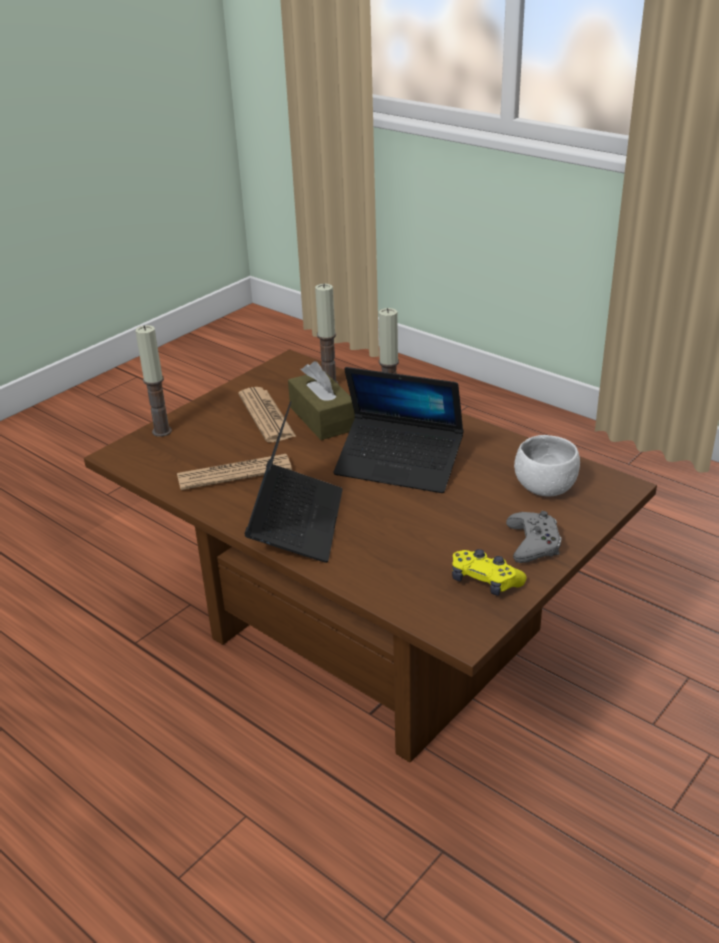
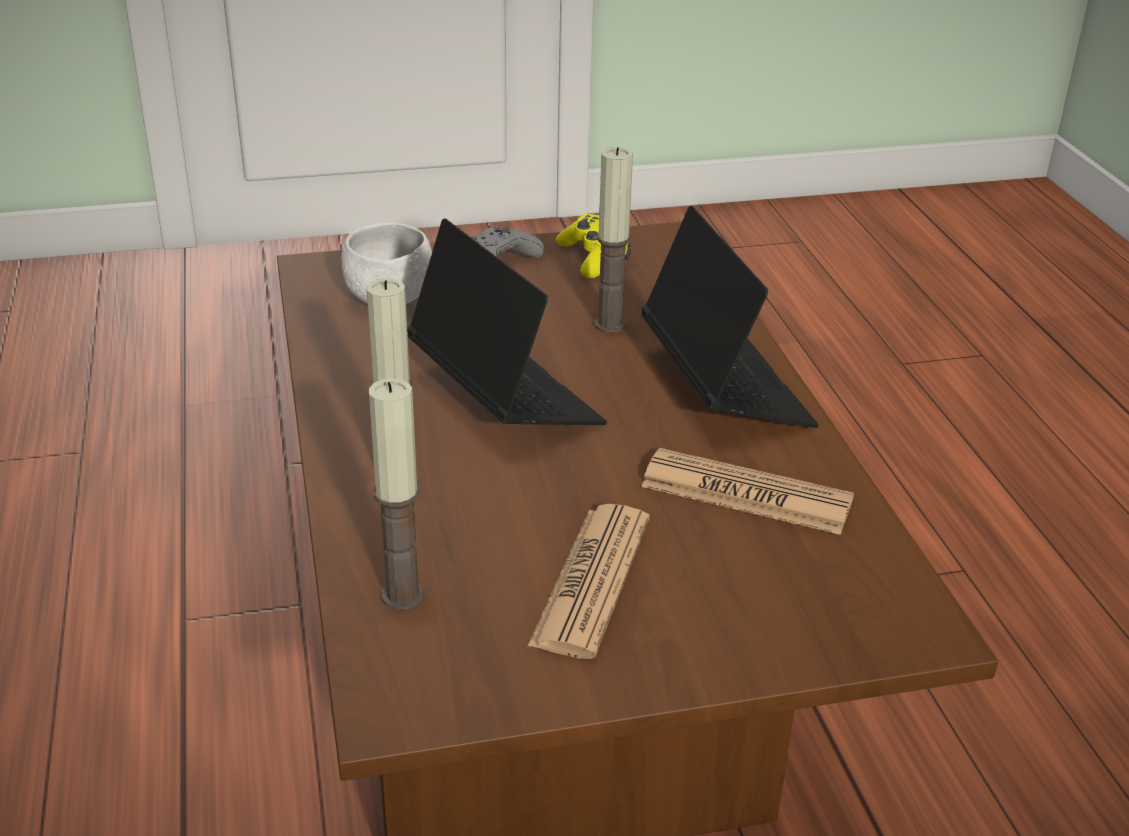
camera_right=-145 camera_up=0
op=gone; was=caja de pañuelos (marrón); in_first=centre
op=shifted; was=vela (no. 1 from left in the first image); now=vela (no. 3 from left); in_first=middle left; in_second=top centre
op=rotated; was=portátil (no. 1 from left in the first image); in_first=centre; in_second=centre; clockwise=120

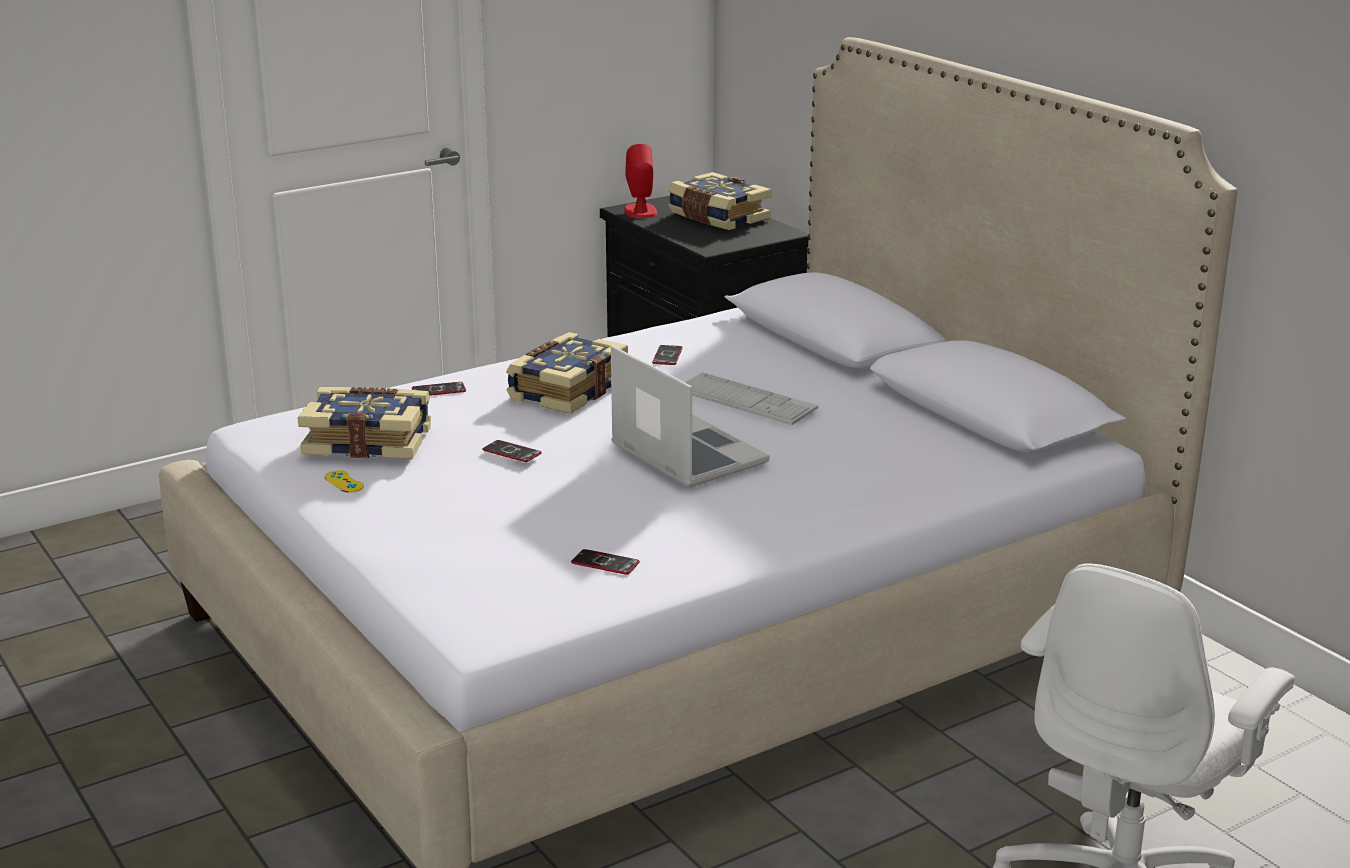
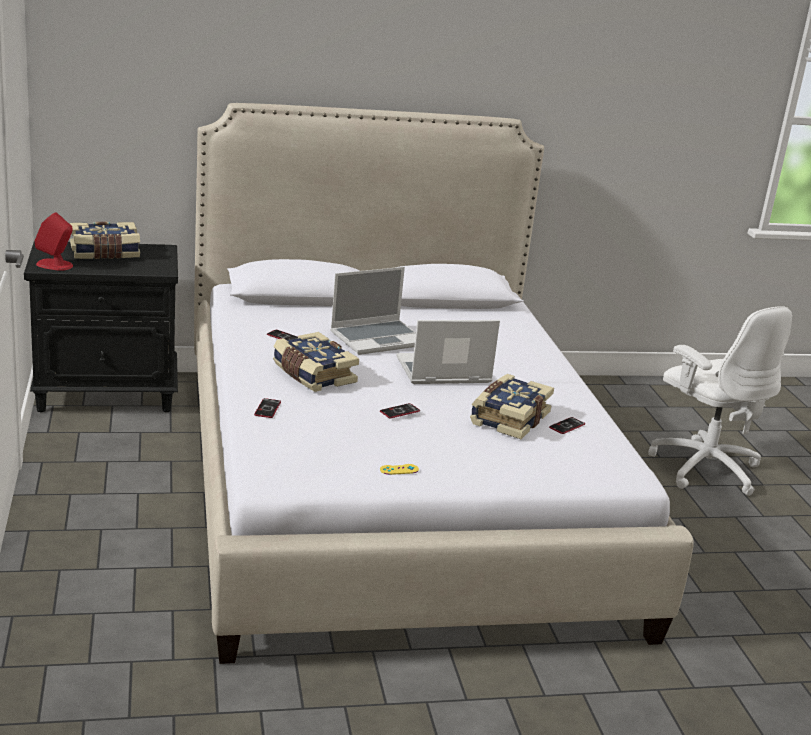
camera_right=-70 camera_up=0
op=shifted; was=libro (no. 1 from left in the first image); now=libro (no. 3 from left); in_first=middle left; in_second=centre
op=swapped; was=teclado; now=portátil (no. 1 from left); in_first=centre; in_second=centre

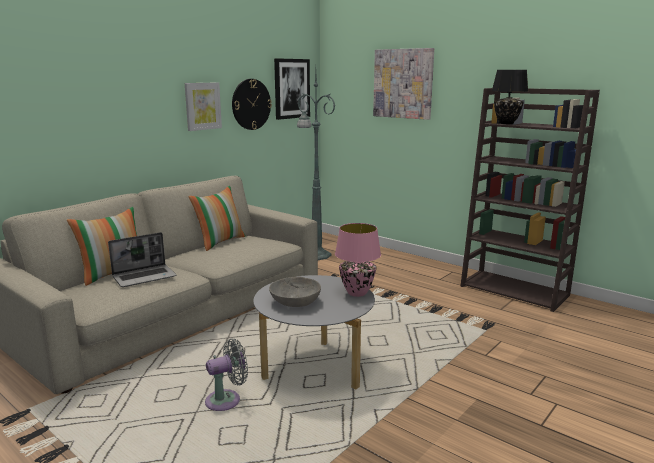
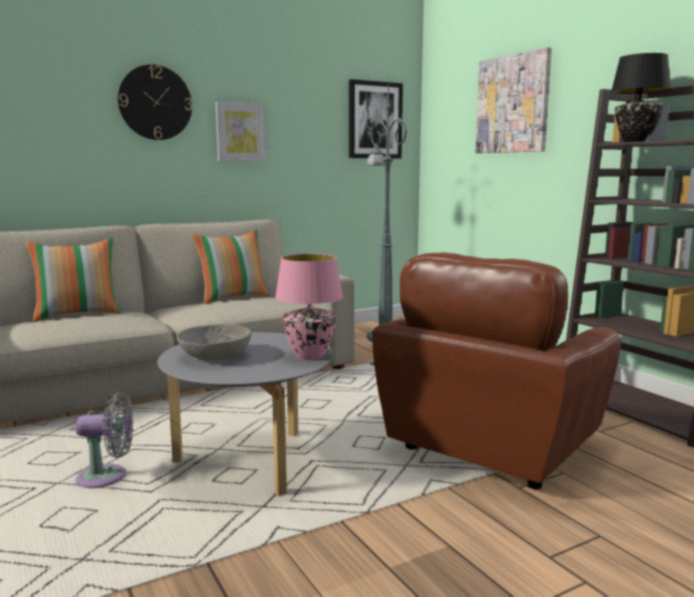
camera_right=20 camera_up=-5
op=gone; was=portátil; in_first=middle left
op=new; now=sillón (marrón); in_second=middle right
op=shifted; was=reloj de pared; in_first=top centre; in_second=top left

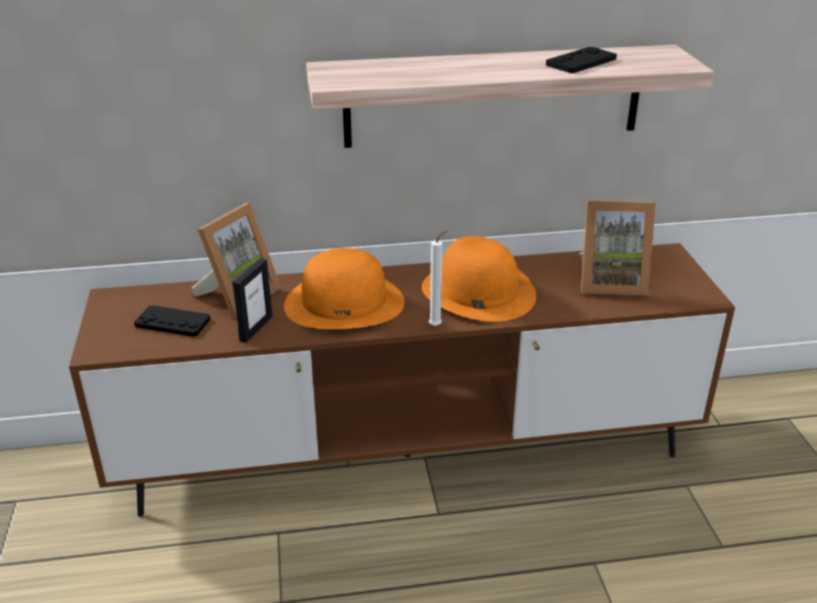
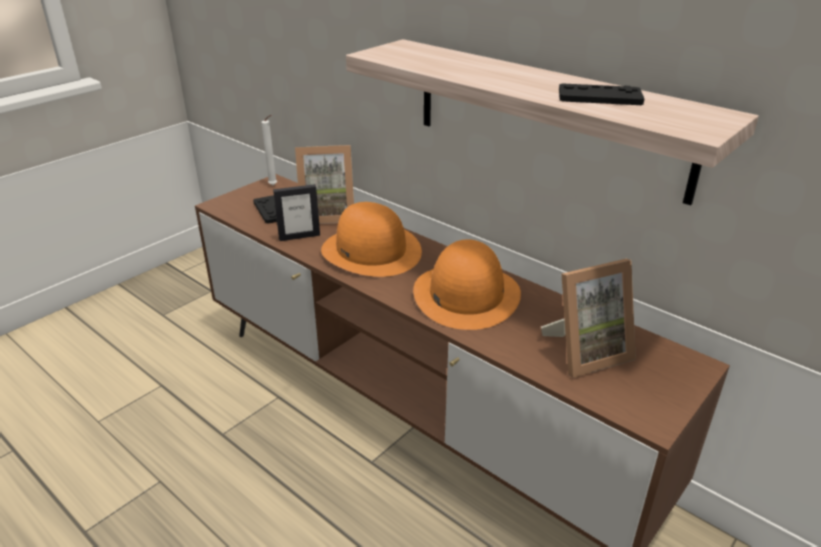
camera_right=50 camera_up=0
op=shifted; was=vela (blanco); in_first=centre; in_second=top left
op=rotated; was=portarretratos (no. 3 from left); in_first=middle right; in_second=middle right; clockwise=-75

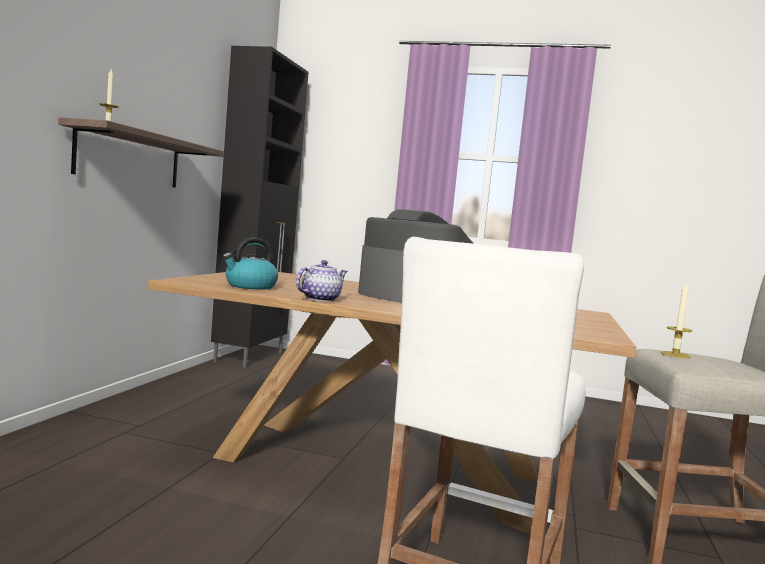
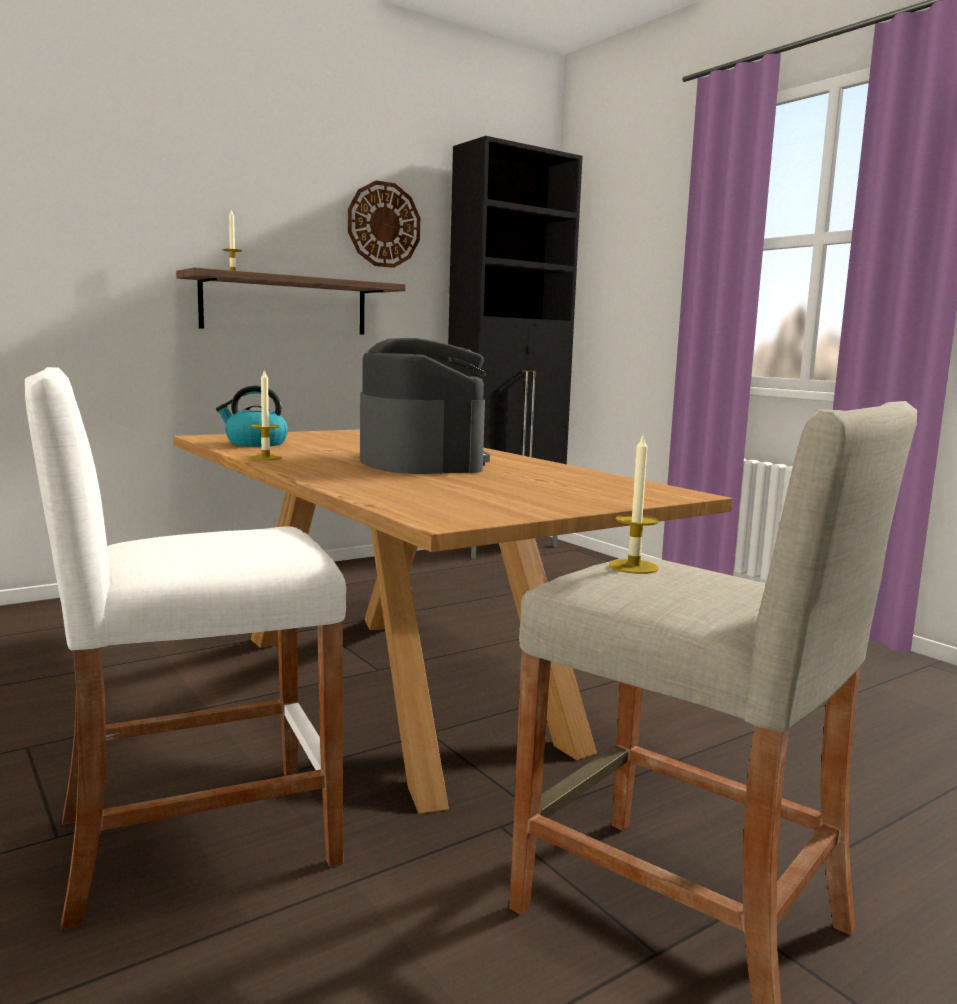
camera_right=40 camera_up=5
op=new; now=reloj de pared; in_second=top centre
op=swapped; was=tetera; now=vela (no. 2 from left); in_first=centre; in_second=middle left

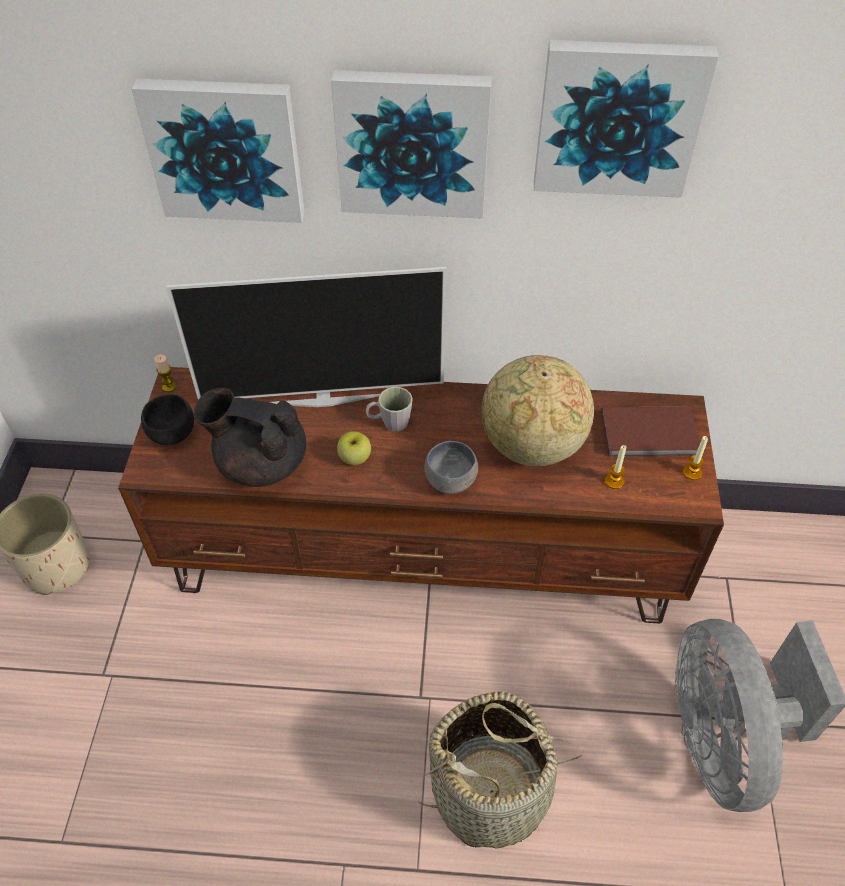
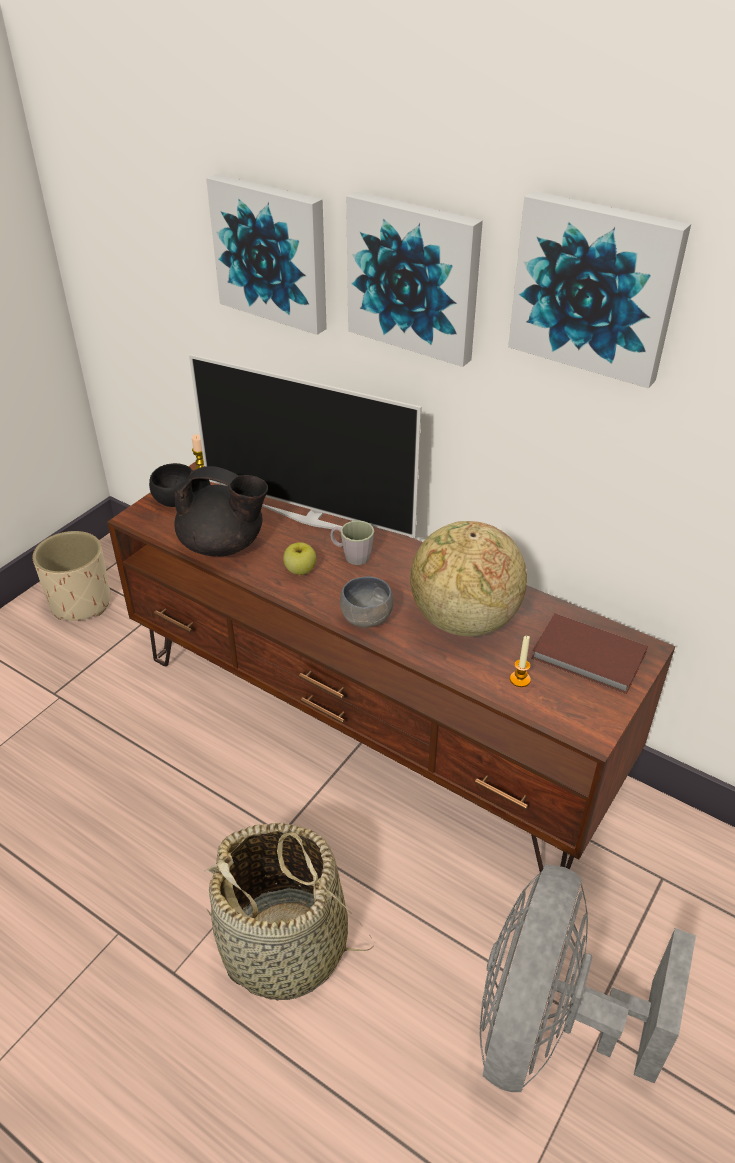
camera_right=30 camera_up=-10
op=gone; was=vela (no. 3 from left); in_first=middle right
op=rotated; was=tetera (negro); in_first=middle left; in_second=middle left; clockwise=150

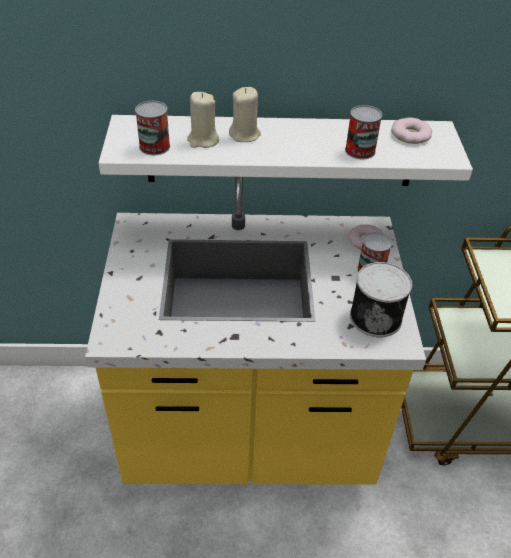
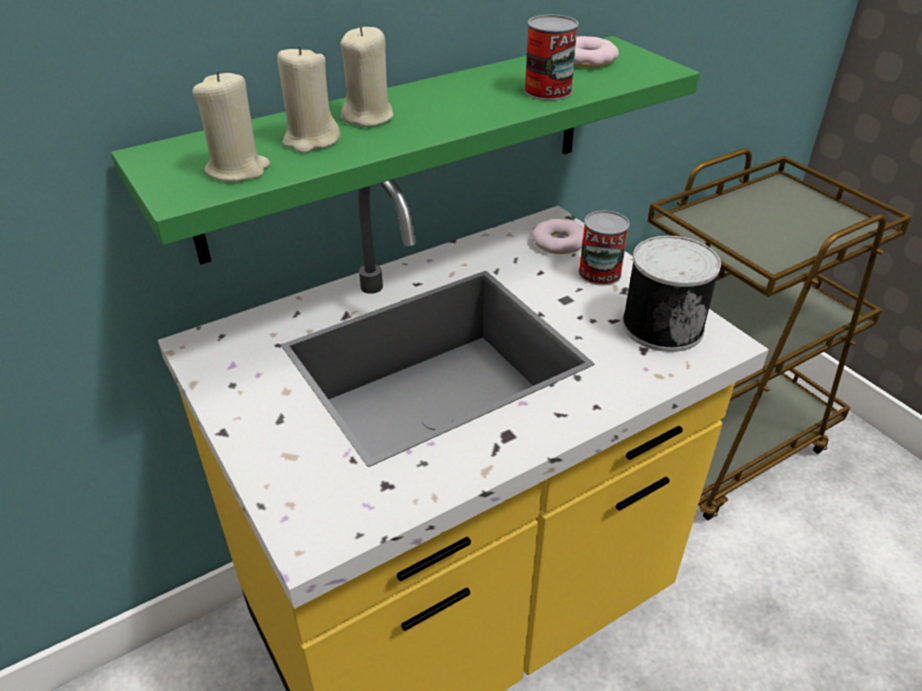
camera_right=-30 camera_up=-5
op=swapped; was=lata (no. 1 from left); now=vela (beis) (no. 1 from left); in_first=top left; in_second=top left
op=repainted; was=estante (blanco); now=estante (verde); in_first=top centre; in_second=top centre

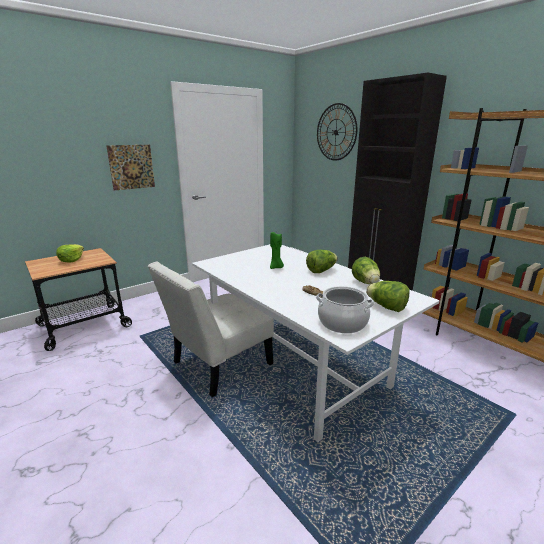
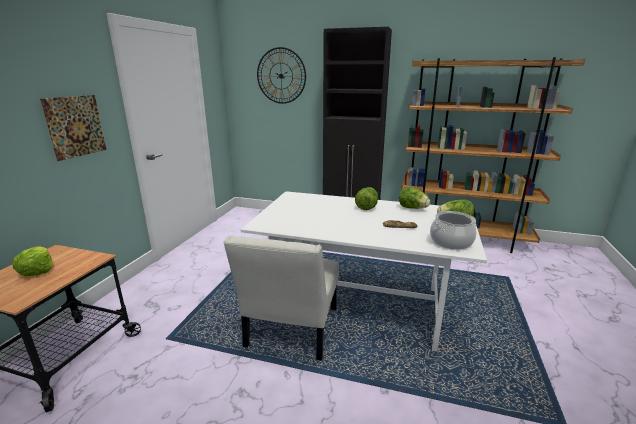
camera_right=-35 camera_up=0
op=gone; was=vela (verde); in_first=centre

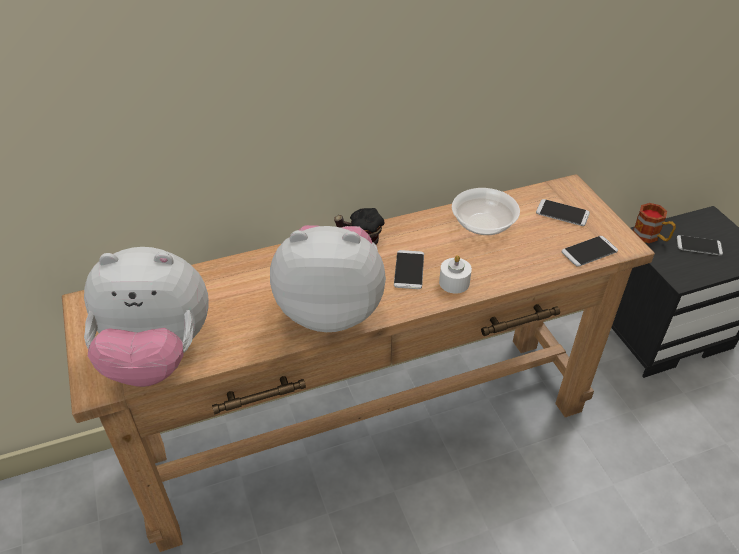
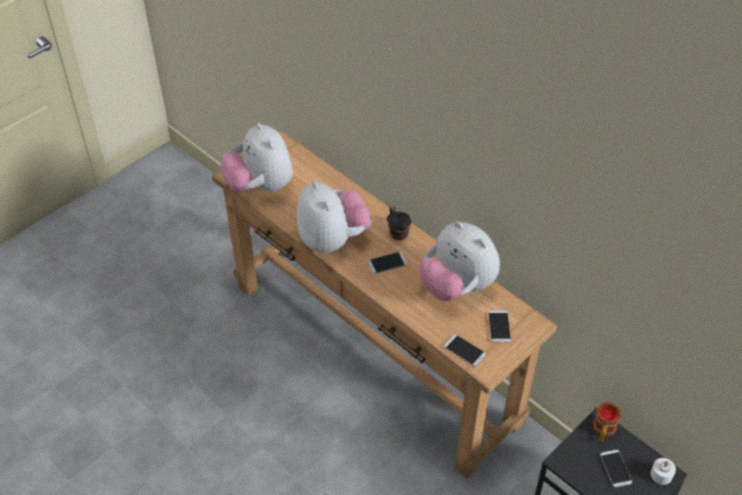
camera_right=65 camera_up=5
op=shifted; was=vela (blanco); in_first=centre; in_second=bottom right
op=swapped; was=cuenco; now=peluche (no. 3 from left); in_first=centre; in_second=centre

